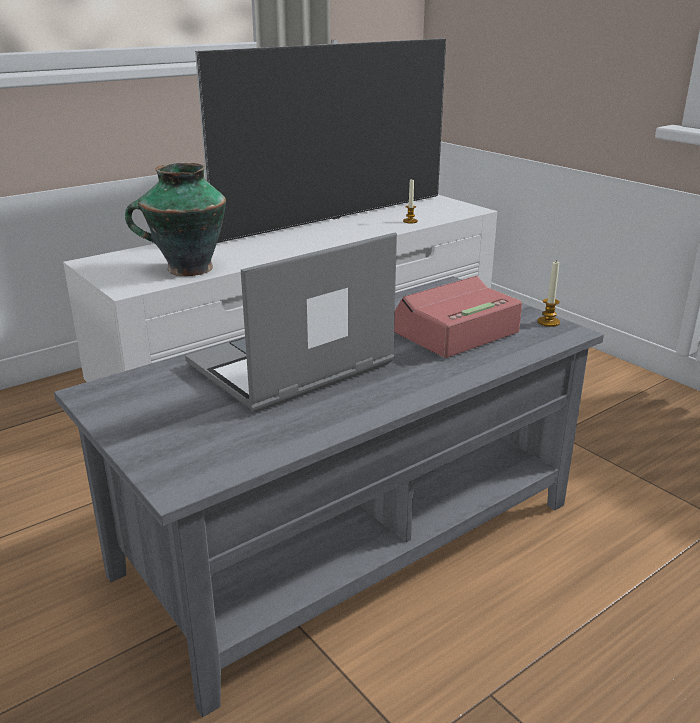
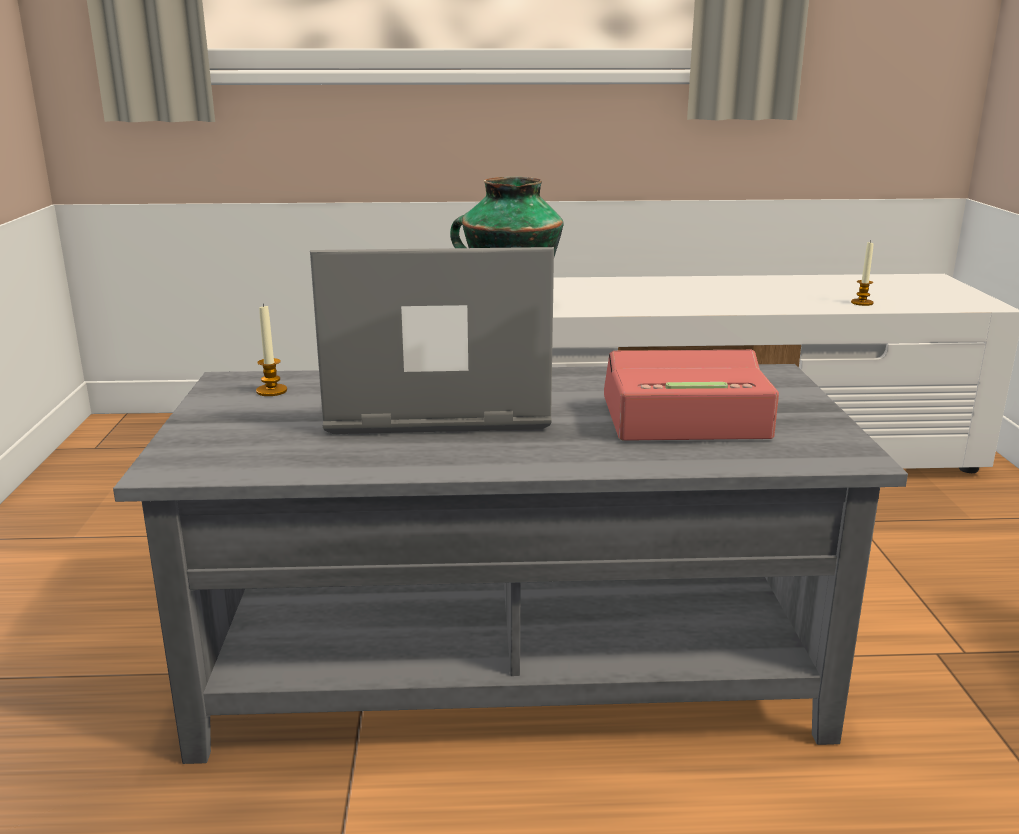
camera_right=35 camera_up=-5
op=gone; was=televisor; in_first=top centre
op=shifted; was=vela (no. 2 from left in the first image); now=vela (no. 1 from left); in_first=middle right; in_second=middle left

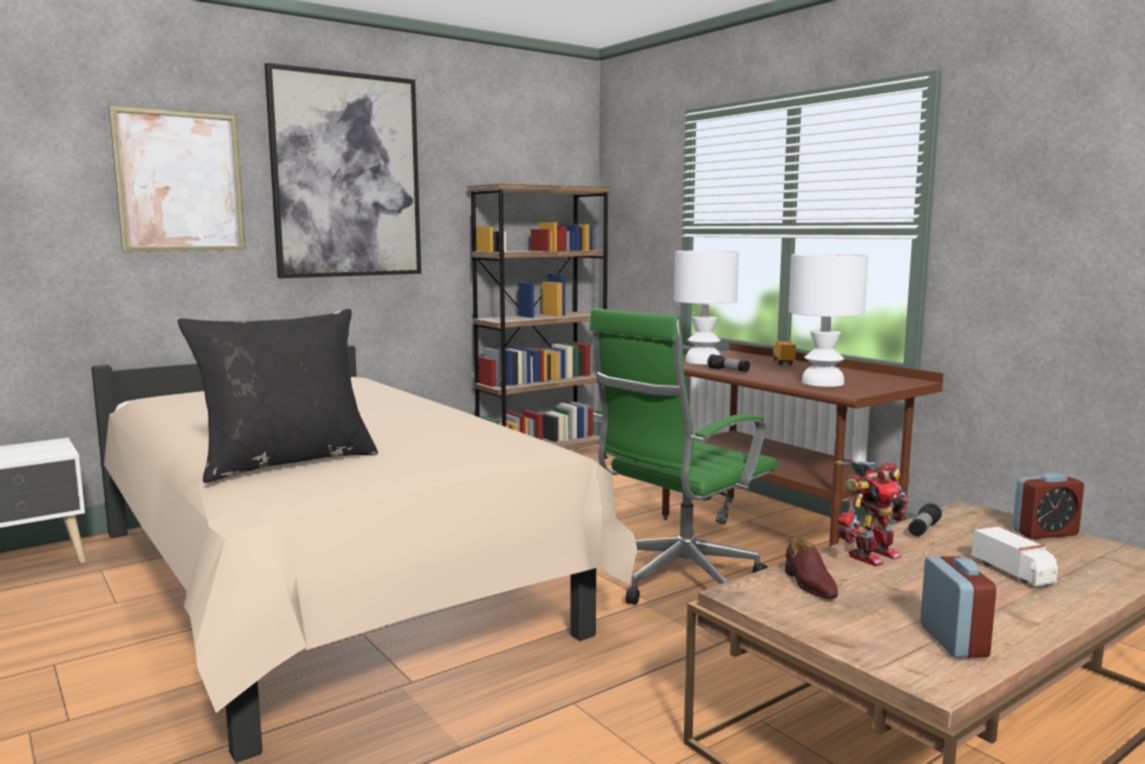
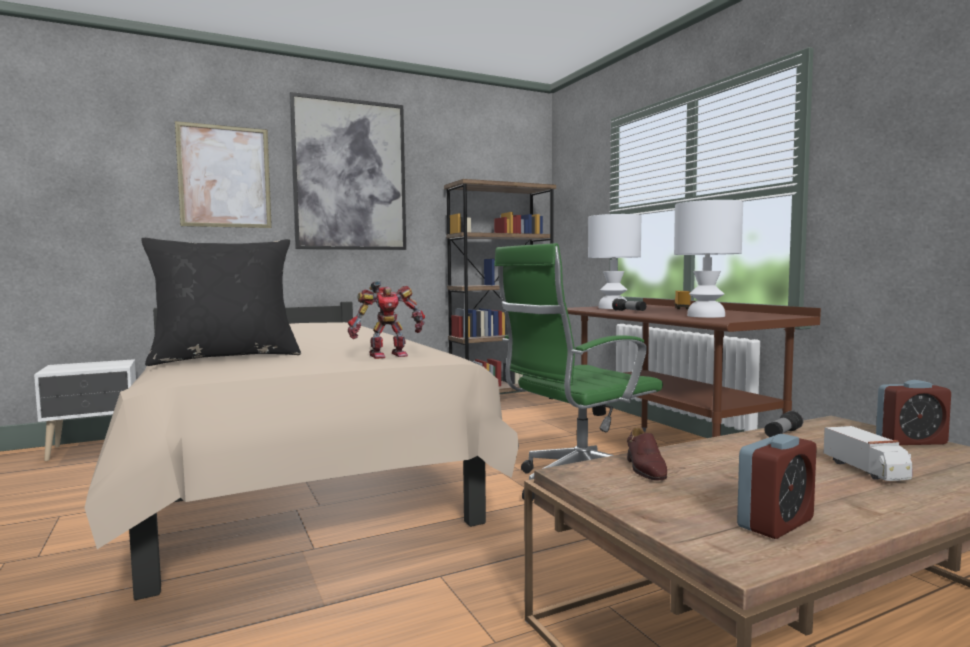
camera_right=10 camera_up=-5
op=shifted; was=robot de juguete; in_first=bottom right; in_second=centre
op=rotated; was=despertador (no. 1 from left); in_first=bottom right; in_second=bottom right; clockwise=45

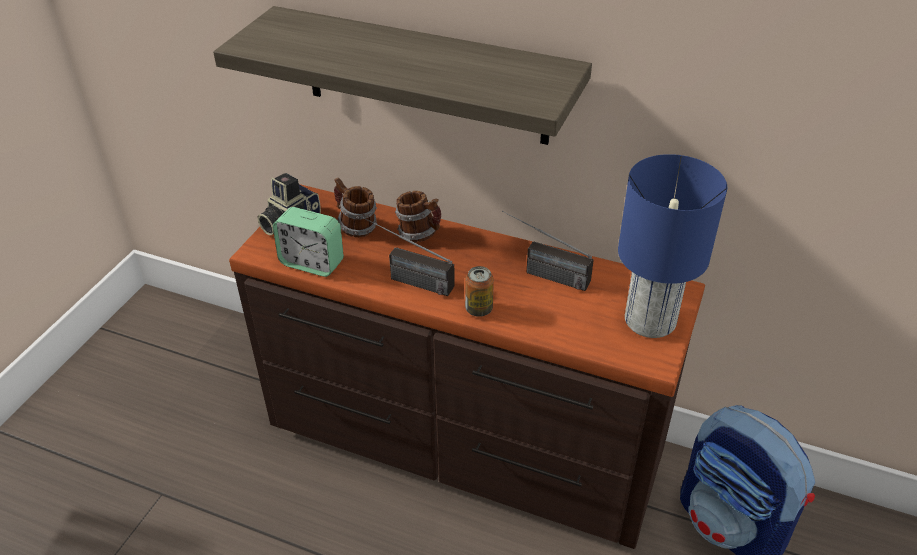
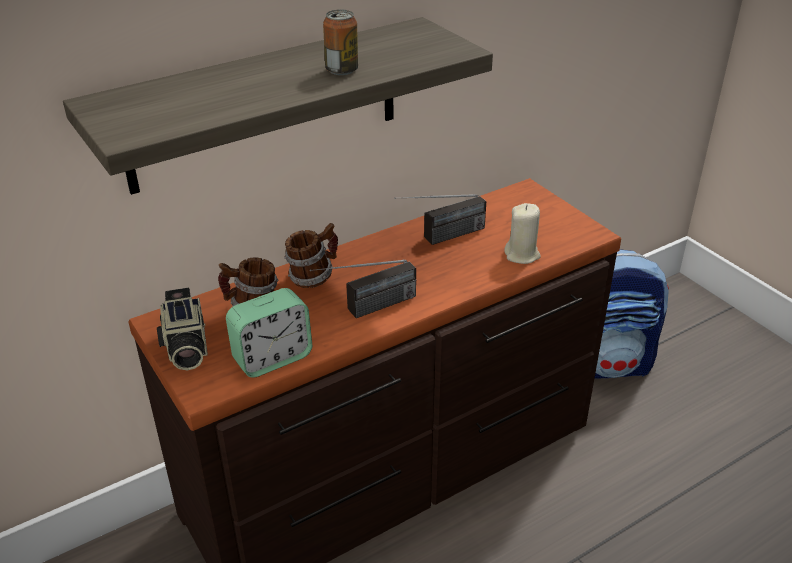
camera_right=-55 camera_up=-5
op=gone; was=lámpara de mesa (azul); in_first=middle right
op=new; now=vela (beis); in_second=centre
op=shifted; was=lata; in_first=centre; in_second=top centre

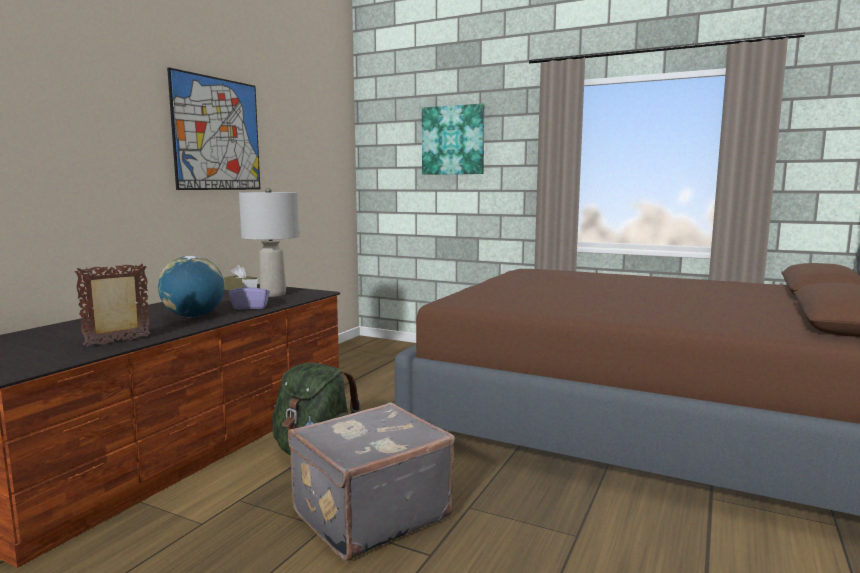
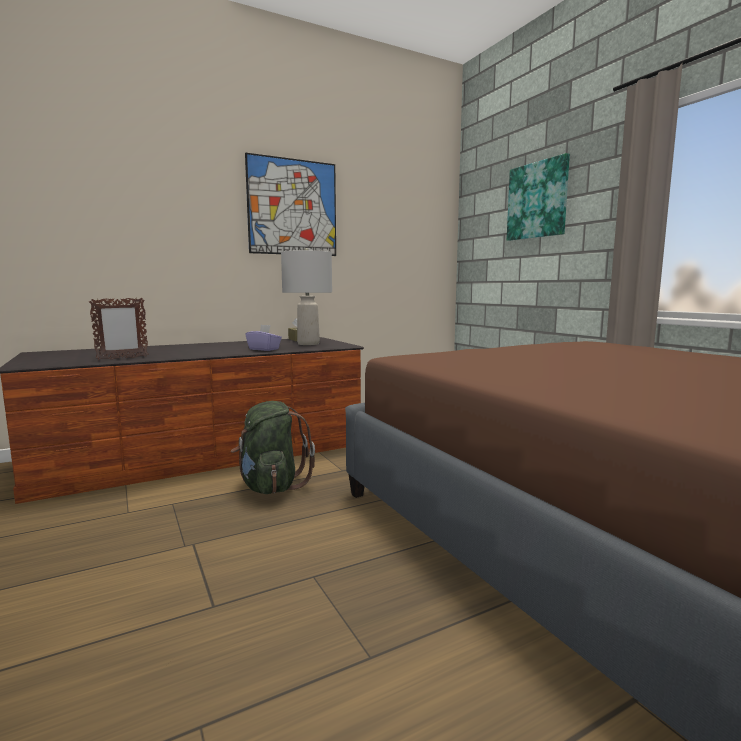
camera_right=35 camera_up=0
op=gone; was=globo terráqueo; in_first=middle left
op=gone; was=maleta (gris); in_first=bottom centre
op=rotated; was=portarretratos; in_first=middle left; in_second=middle left; clockwise=150

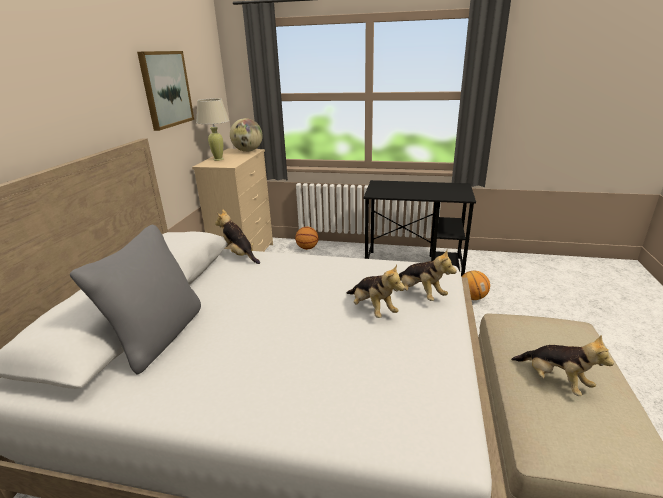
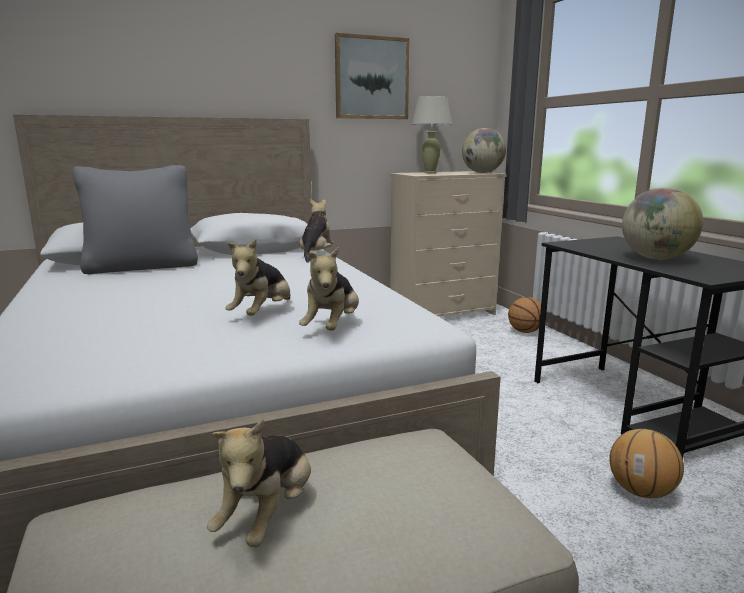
camera_right=55 camera_up=-10
op=new; now=globo terráqueo (no. 2 from left); in_second=middle right

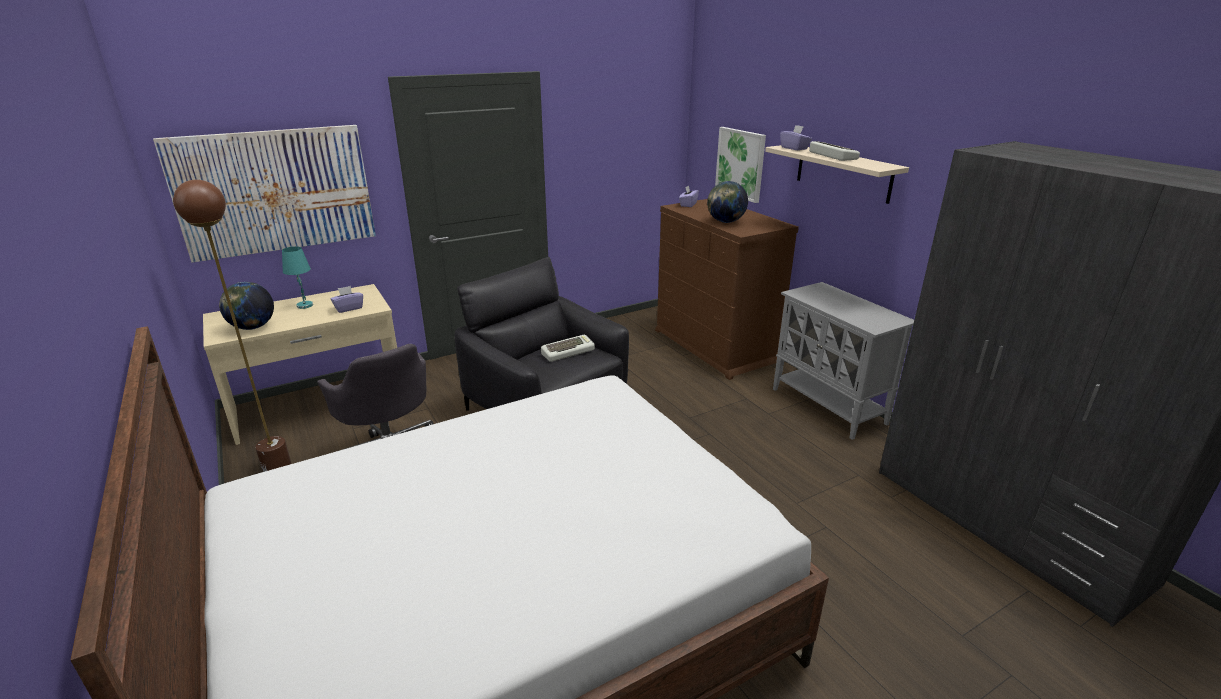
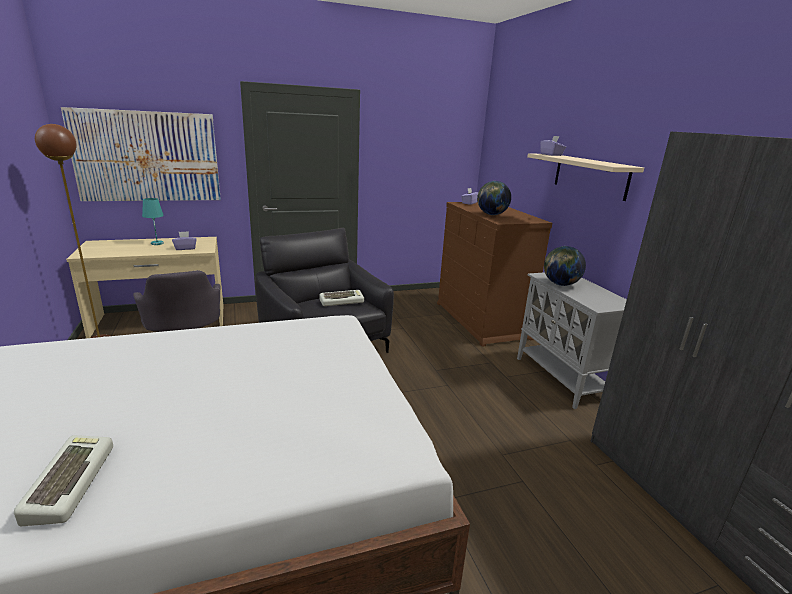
camera_right=10 camera_up=-5
op=gone; was=cuadro (no. 2 from left); in_first=top centre
op=shifted; was=globo terráqueo (no. 1 from left in the first image); now=globo terráqueo (no. 2 from left); in_first=middle left; in_second=middle right
op=shifted; was=teclado (no. 2 from left in the first image); now=teclado (no. 1 from left); in_first=top right; in_second=bottom left

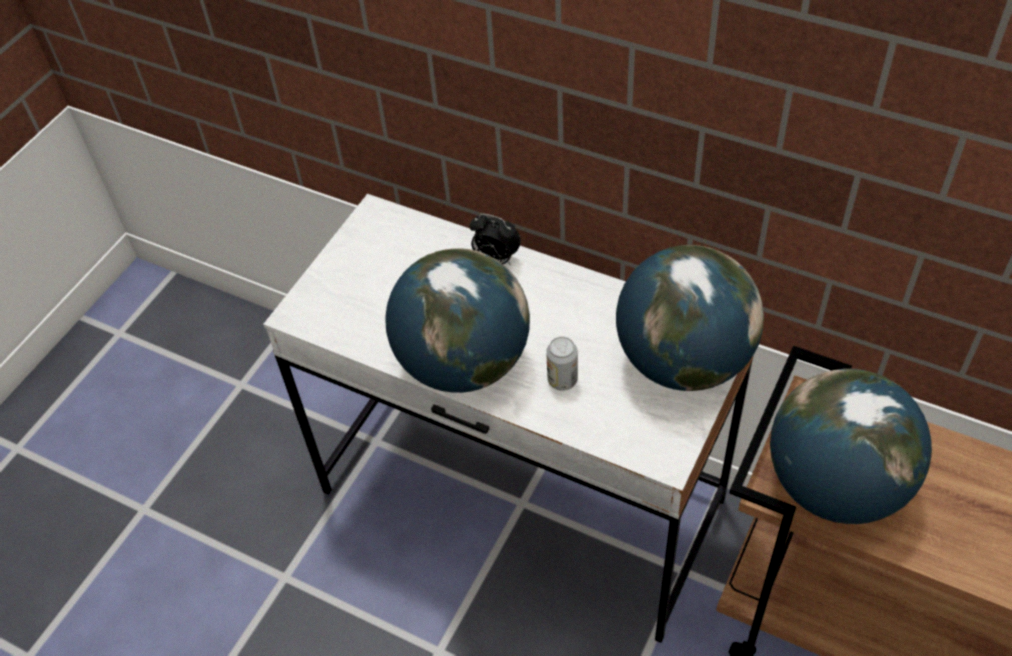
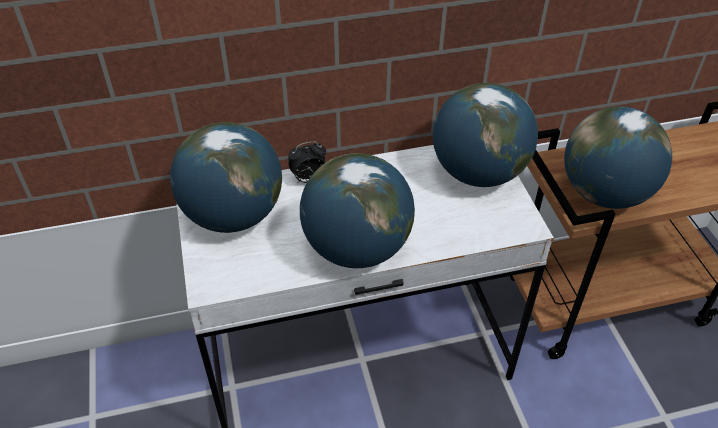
camera_right=-45 camera_up=-5
op=gone; was=lata; in_first=centre
op=new; now=globo terráqueo (no. 1 from left); in_second=middle left

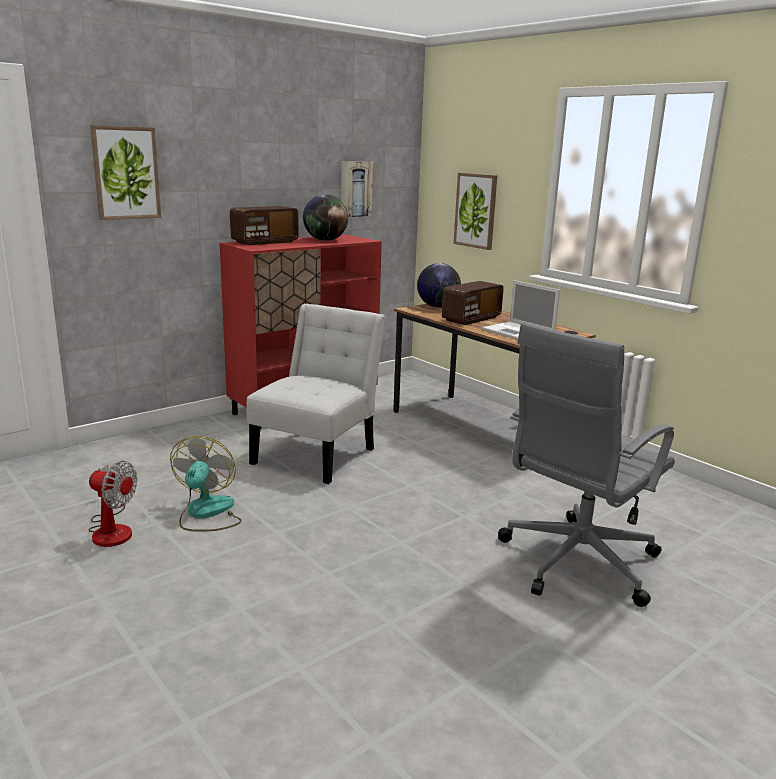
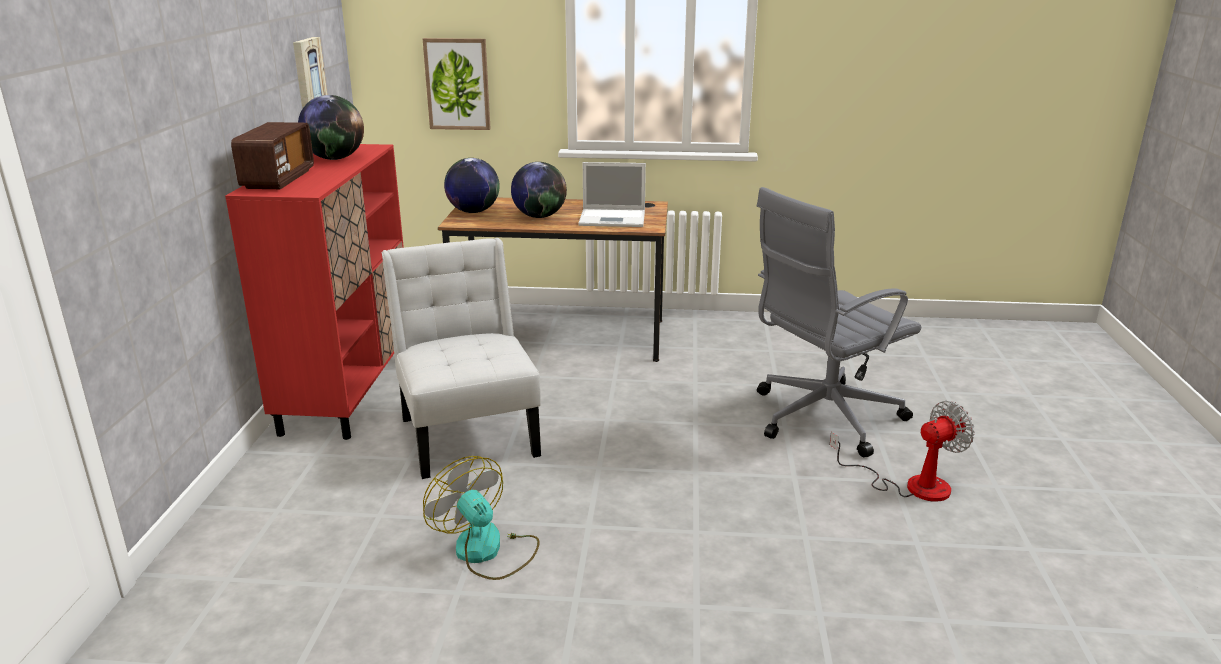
camera_right=-45 camera_up=5
op=gone; was=cuadro (no. 1 from left); in_first=top left
op=shifted; was=ventilador (no. 1 from left in the first image); now=ventilador (no. 2 from left); in_first=middle left; in_second=bottom right
op=swapped; was=radio (no. 2 from left); now=globo terráqueo (no. 3 from left); in_first=centre; in_second=top centre
op=rotated; was=silla de oficina (gris); in_first=middle right; in_second=middle right; clockwise=60

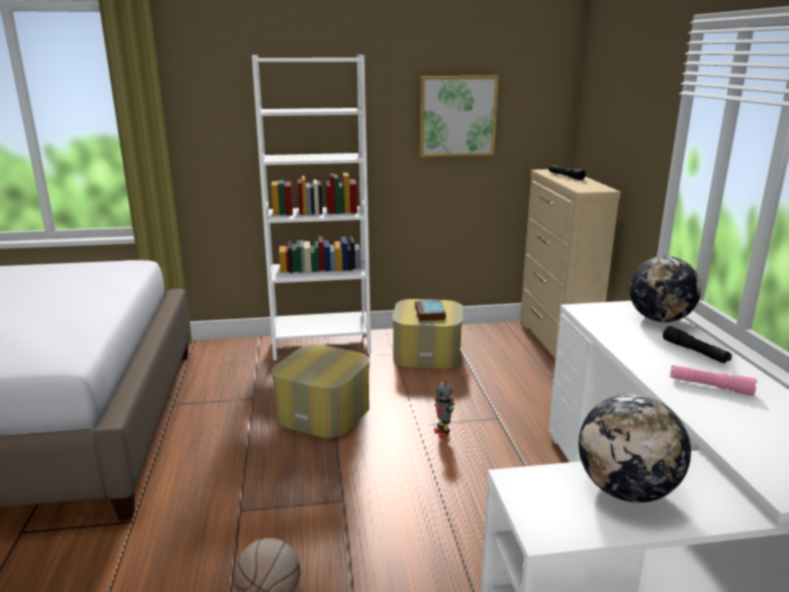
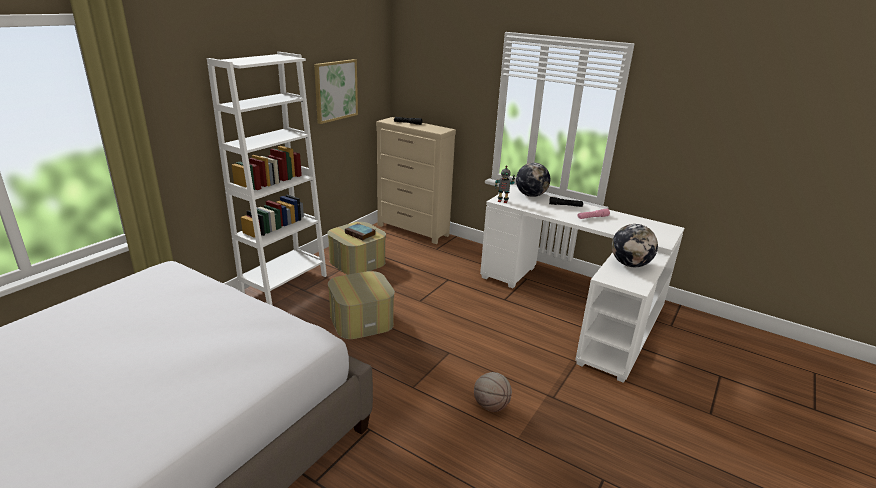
camera_right=-50 camera_up=5
op=shifted; was=robot de juguete; in_first=bottom centre; in_second=centre

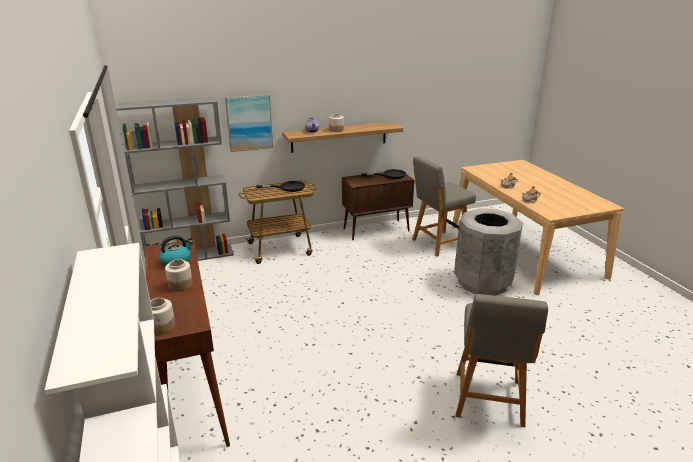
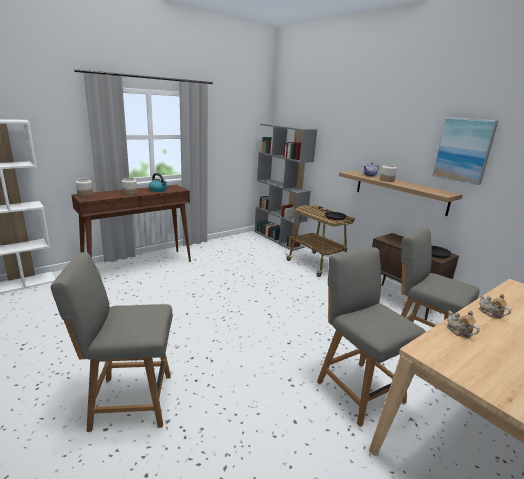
camera_right=70 camera_up=-5
op=shifted; was=cuadro; in_first=top centre; in_second=top right
op=swapped; was=papelera (gris); now=silla (gris) (no. 2 from left); in_first=middle right; in_second=bottom right

